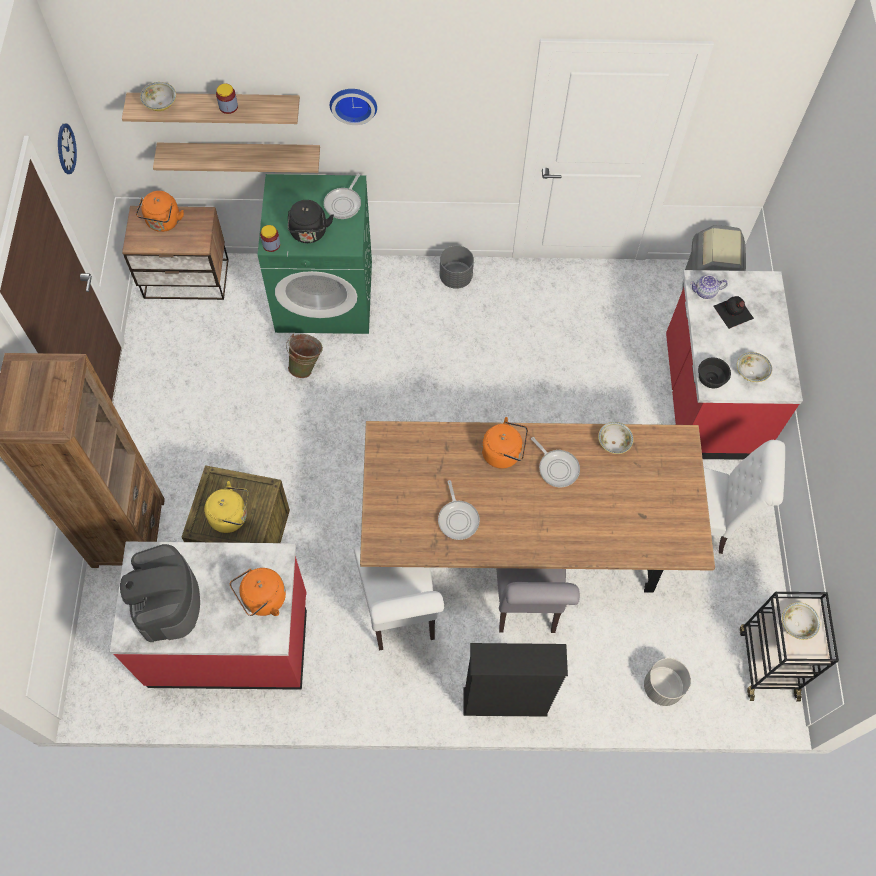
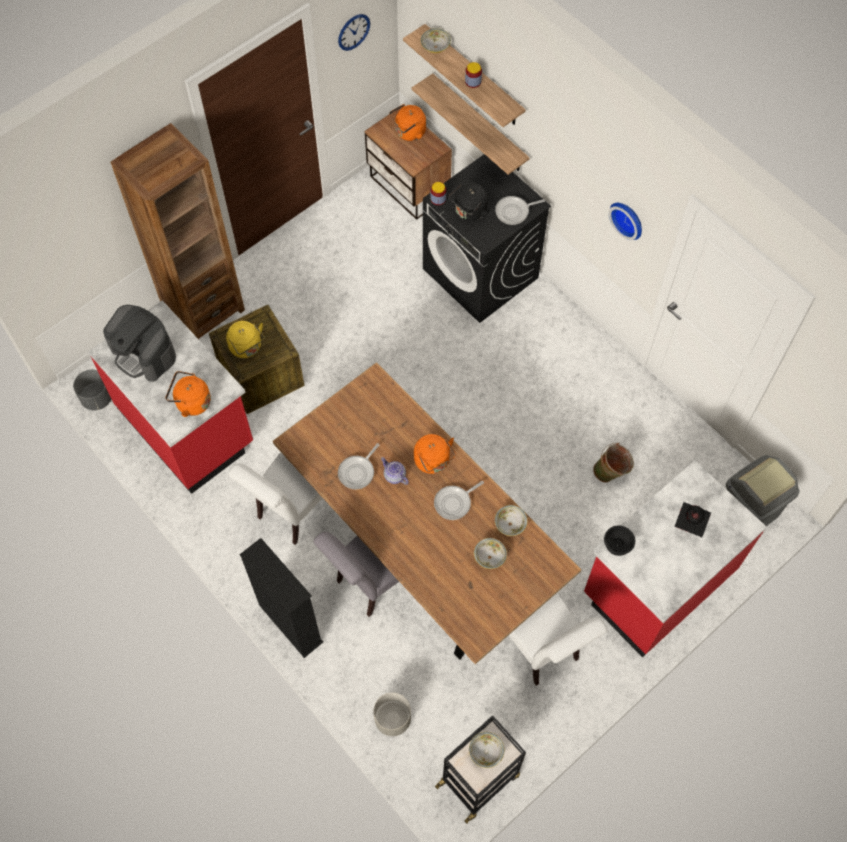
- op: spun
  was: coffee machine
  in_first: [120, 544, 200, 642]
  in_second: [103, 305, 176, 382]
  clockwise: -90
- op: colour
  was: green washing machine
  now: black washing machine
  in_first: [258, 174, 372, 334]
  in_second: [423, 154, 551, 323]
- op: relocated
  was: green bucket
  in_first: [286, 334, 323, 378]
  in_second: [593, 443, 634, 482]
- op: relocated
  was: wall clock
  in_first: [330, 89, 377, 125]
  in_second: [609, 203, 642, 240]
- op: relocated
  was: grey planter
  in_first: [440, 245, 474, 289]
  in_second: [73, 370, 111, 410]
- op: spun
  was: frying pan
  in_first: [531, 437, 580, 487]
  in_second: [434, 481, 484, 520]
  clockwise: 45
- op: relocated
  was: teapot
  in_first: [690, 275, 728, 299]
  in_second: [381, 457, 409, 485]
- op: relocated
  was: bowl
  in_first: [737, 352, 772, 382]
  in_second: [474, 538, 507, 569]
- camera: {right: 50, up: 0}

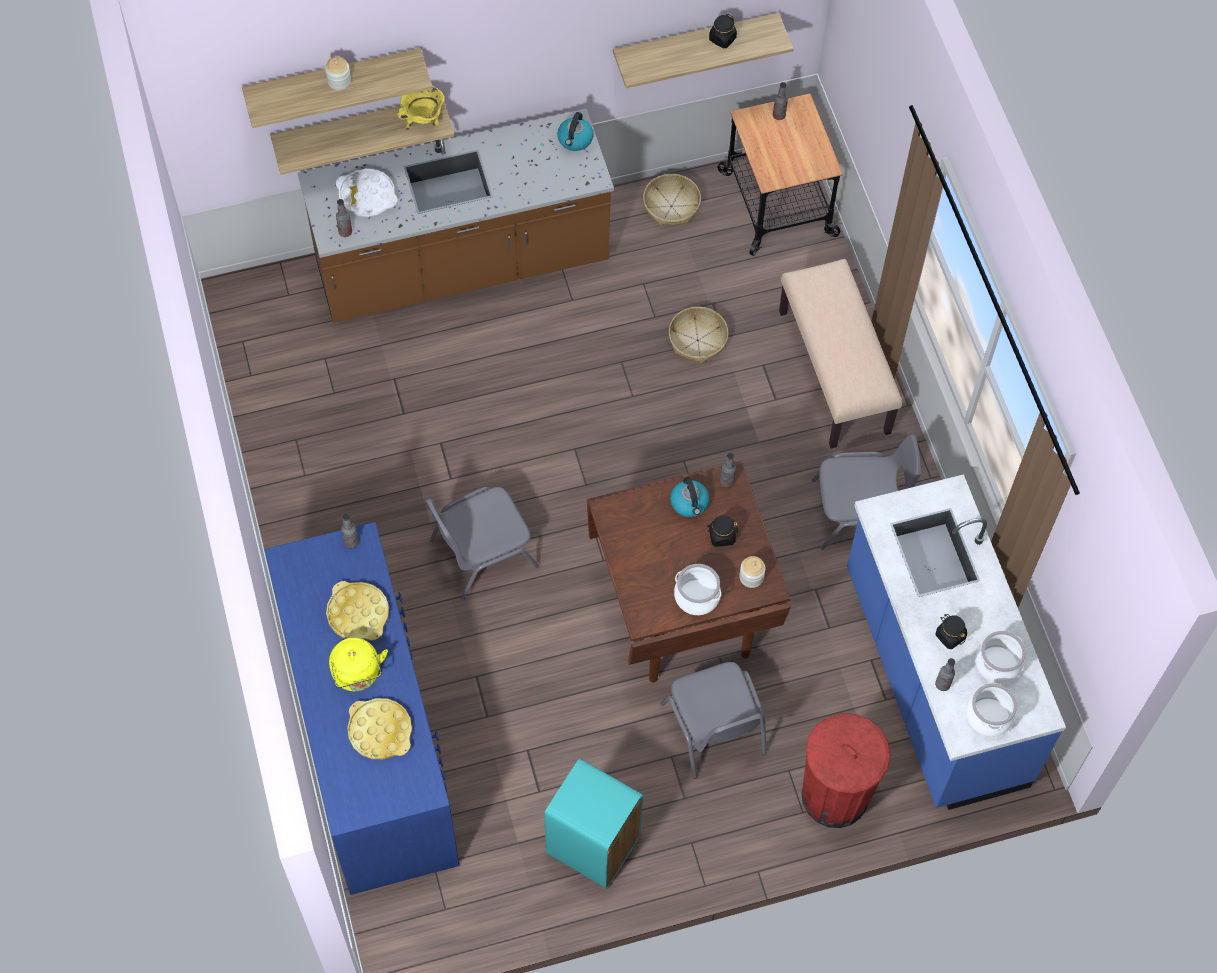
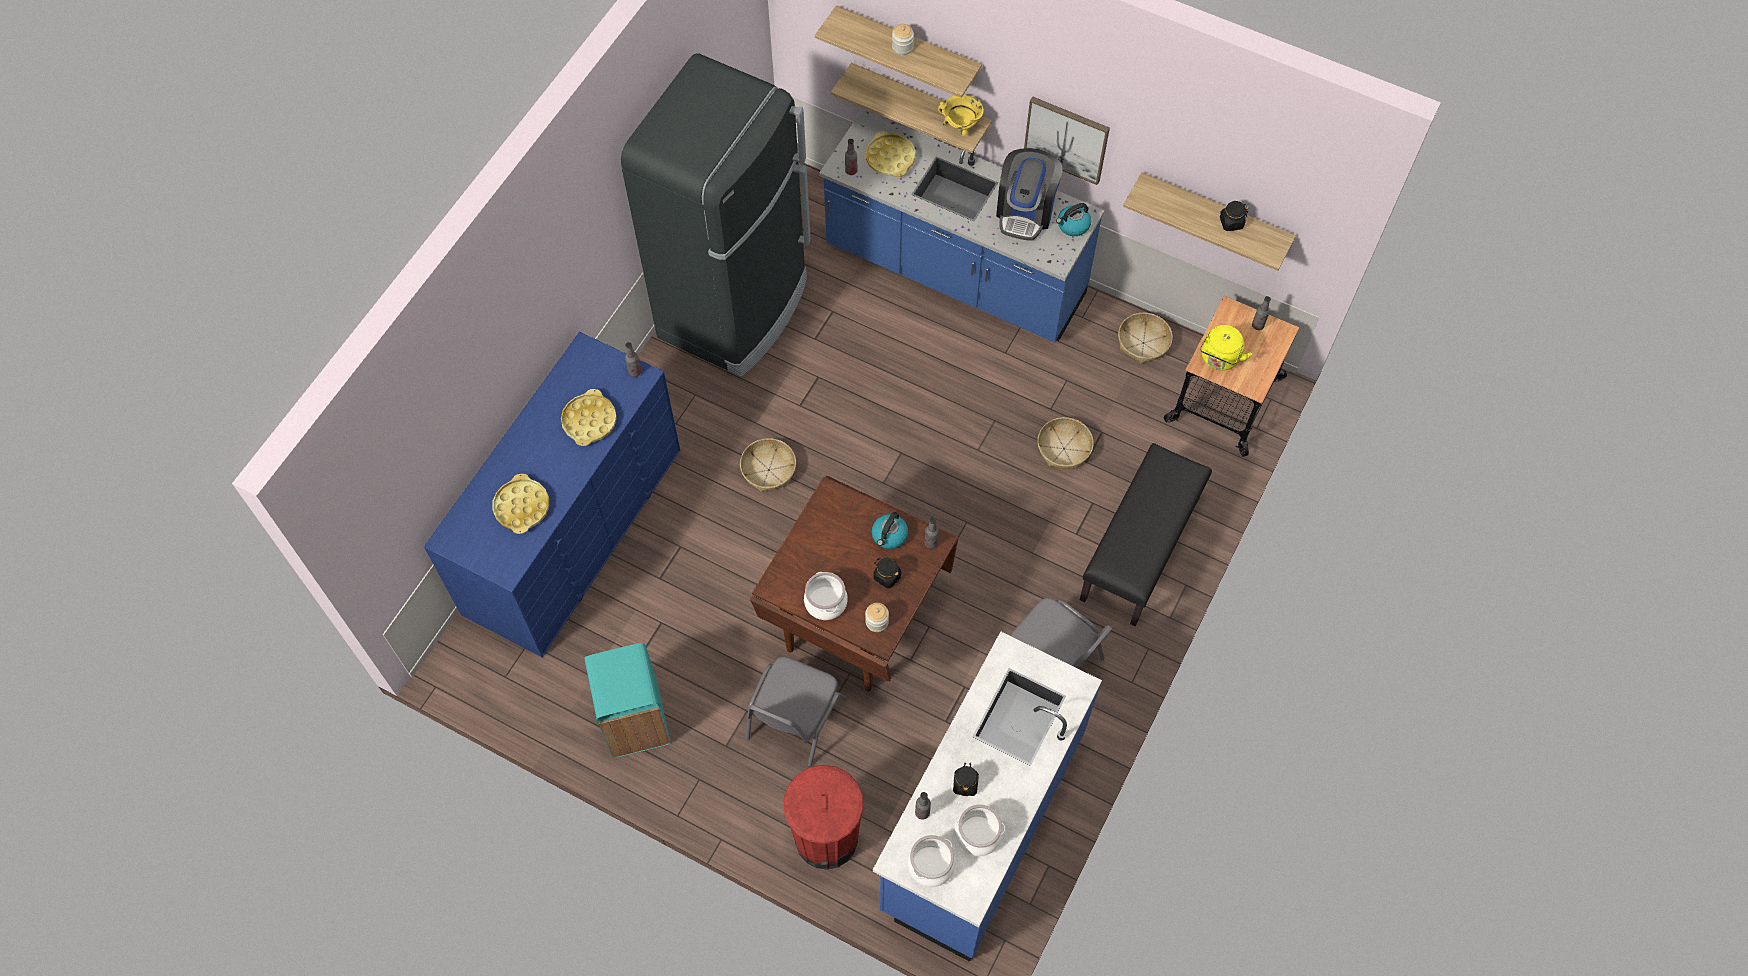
- op: colour
  was: brown counter
  now: blue counter
  in_first: [298, 108, 614, 323]
  in_second: [819, 109, 1105, 342]
- op: relocated
  was: yellow kettle
  in_first: [329, 638, 388, 691]
  in_second: [1200, 325, 1252, 371]
- op: colour
  was: white tray
  now: yellow tray
  in_first: [336, 169, 398, 217]
  in_second: [866, 131, 916, 177]
- op: exchanged
  was: grey chair
  now: basket
  in_first: [426, 487, 539, 599]
  in_second: [740, 438, 796, 492]
- op: colour
  was: beige bench
  now: black bench
  in_first: [779, 259, 902, 448]
  in_second: [1080, 443, 1212, 626]
- op: appeared
  now: black fridge
  in_second: [621, 53, 811, 377]
- op: appeared
  now: coffee machine
  in_second: [996, 148, 1063, 240]
- op: appeared
  now: picture
  in_second: [1024, 96, 1110, 185]
- camera: {right: 45, up: 0}

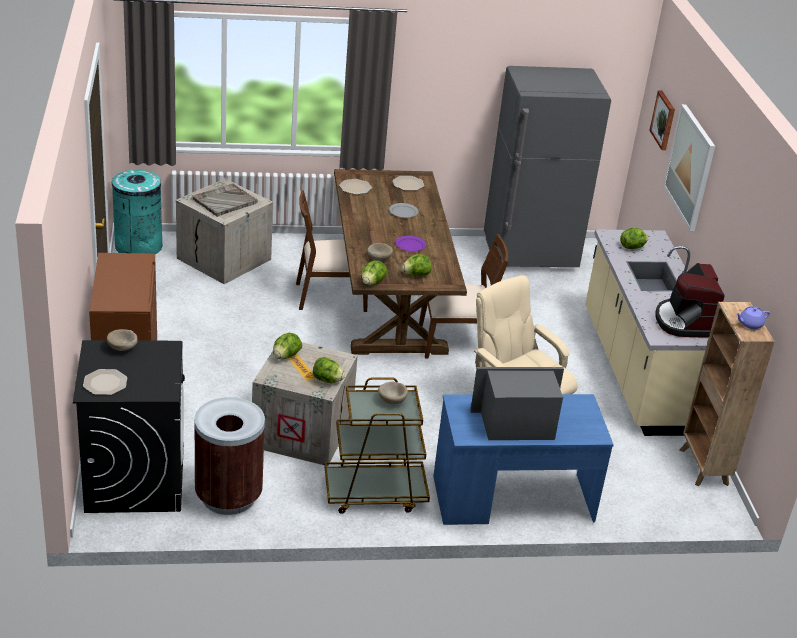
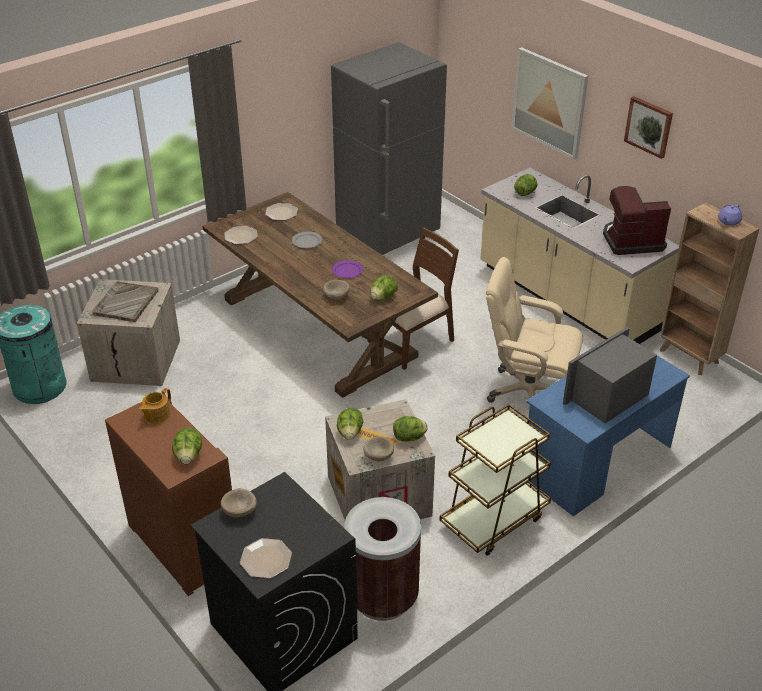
- op: missing
  was: brown chair
  in_first: [296, 190, 368, 312]
- op: relocated
  was: lettuce
  in_first: [361, 260, 387, 285]
  in_second: [172, 427, 202, 464]
- op: relocated
  was: beige bowl
  in_first: [378, 382, 408, 404]
  in_second: [363, 436, 394, 462]
- op: relocated
  was: picture
  in_first: [649, 90, 675, 150]
  in_second: [624, 96, 673, 159]
- op: spun
  was: coffee machine
  in_first: [656, 263, 725, 338]
  in_second: [603, 186, 671, 255]
  clockwise: 120
- op: appeared
  now: teapot
  in_second: [138, 388, 171, 423]
- camera: {right: -30, up: 5}

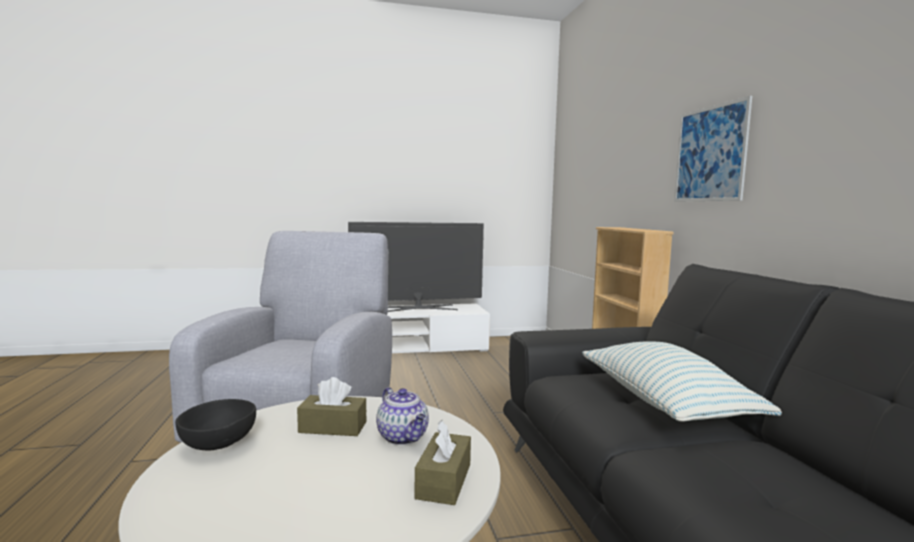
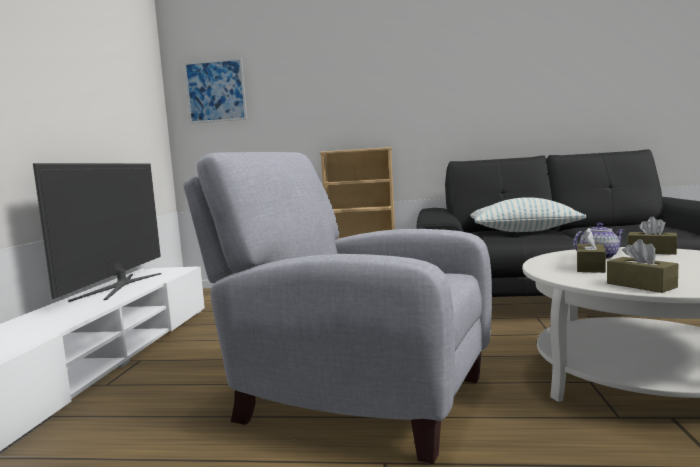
- op: exchanged
  was: black bowl
  now: brown tissue box
  in_first: [175, 399, 256, 451]
  in_second: [607, 239, 678, 293]
- op: relocated
  was: picture
  in_first: [674, 96, 752, 202]
  in_second: [184, 58, 247, 124]
- camera: {right: -70, up: 0}

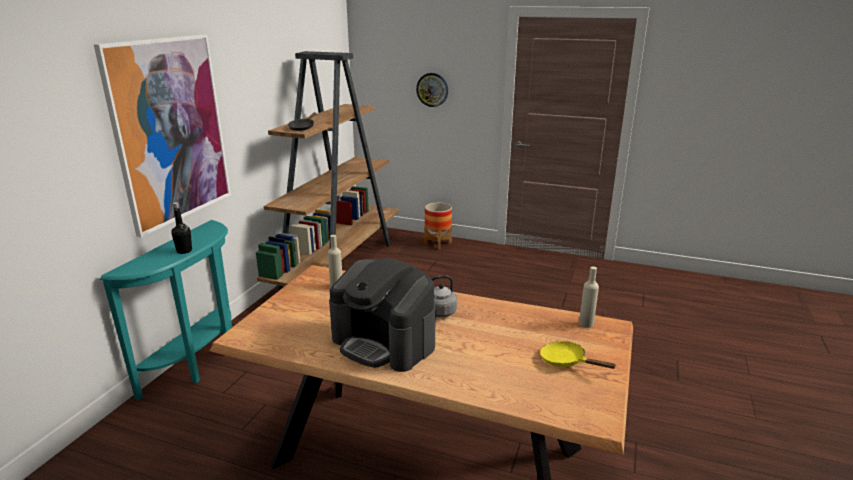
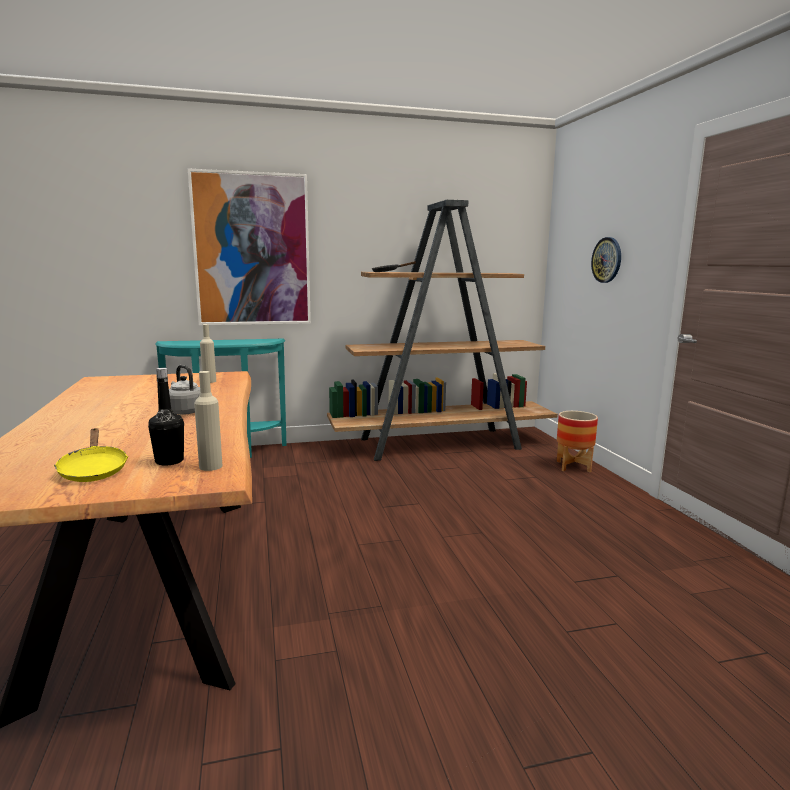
- op: relocated
  was: black bottle
  in_first: [171, 202, 192, 254]
  in_second: [148, 368, 184, 466]
- op: missing
  was: coffee machine
  in_first: [329, 258, 436, 372]
- op: spun
  was: yellow frying pan
  in_first: [540, 341, 616, 369]
  in_second: [54, 428, 128, 482]
  clockwise: 150
- camera: {right: 55, up: -10}

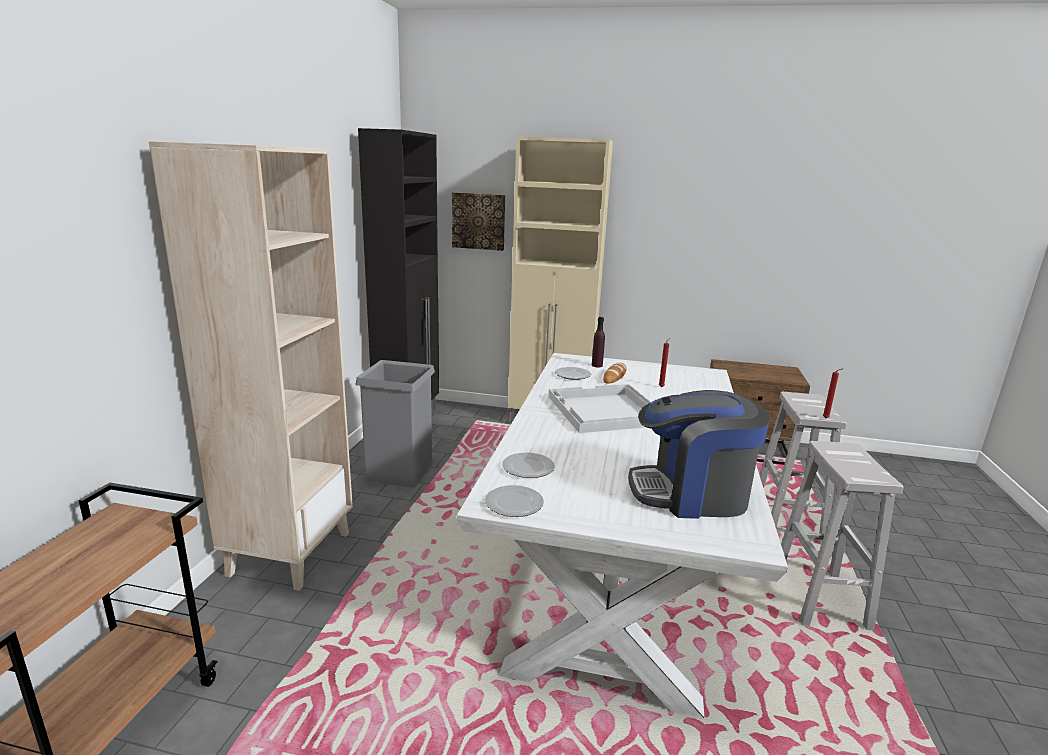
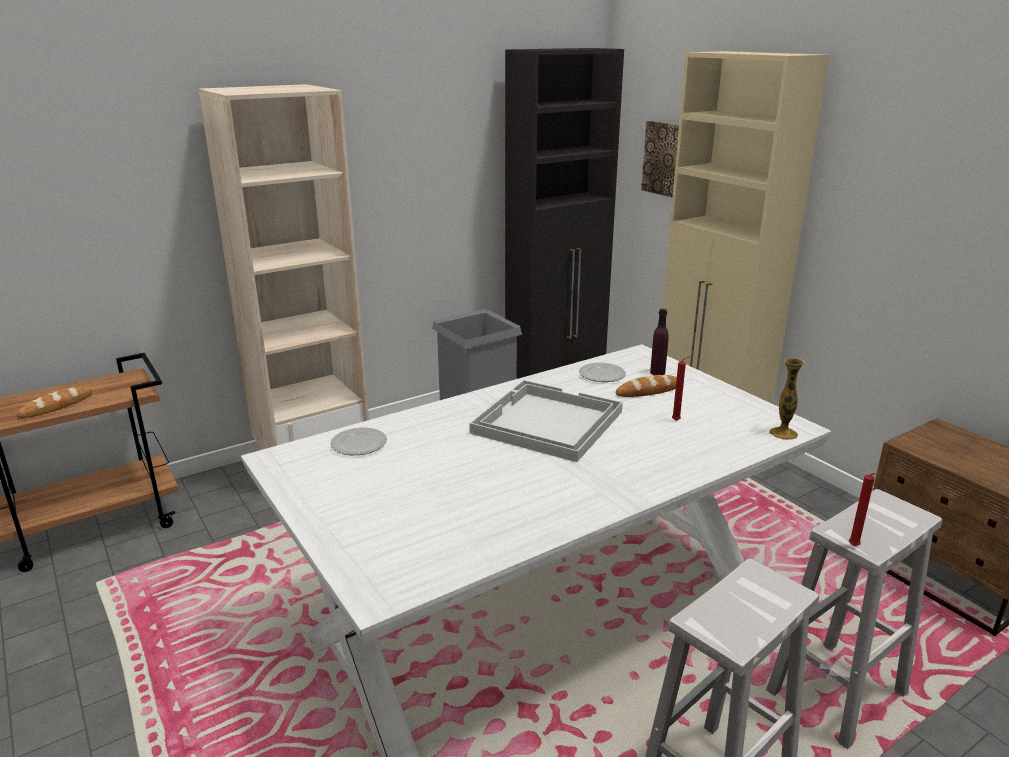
- op: missing
  was: plate
  in_first: [485, 485, 544, 517]
- op: missing
  was: coffee machine
  in_first: [628, 390, 769, 519]
- op: appeared
  now: bread
  in_second: [16, 387, 92, 419]
- op: appeared
  now: vase
  in_second: [769, 358, 805, 440]
- camera: {right: 45, up: 5}

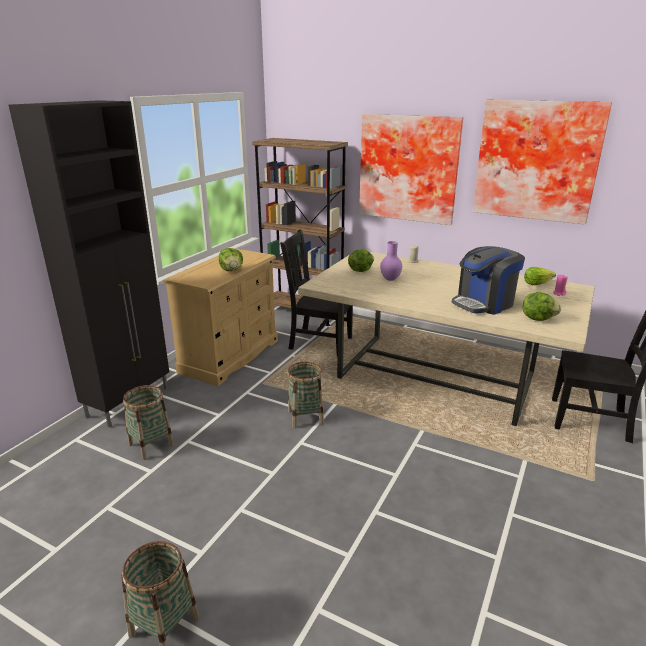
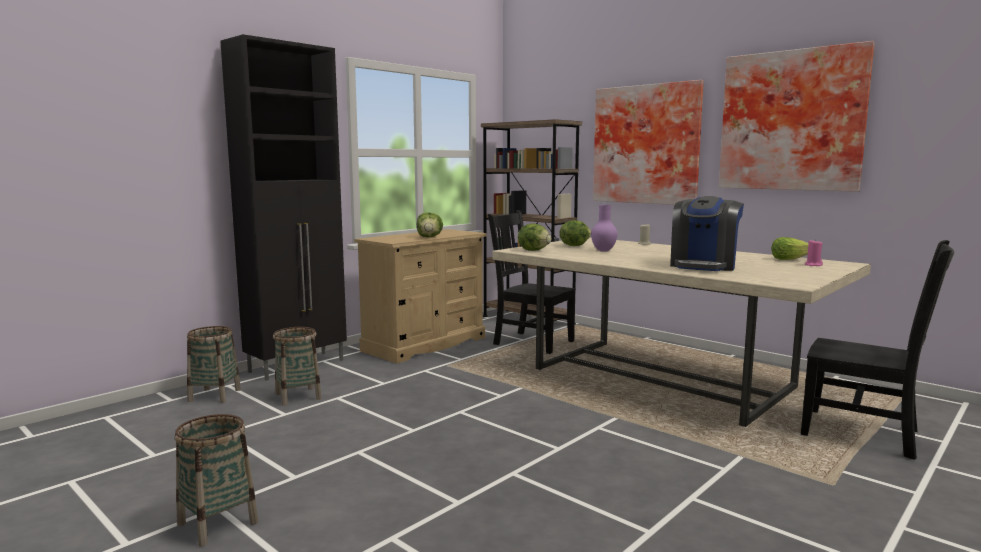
- op: relocated
  was: basket
  in_first: [287, 362, 324, 428]
  in_second: [187, 326, 241, 403]
- op: spun
  was: coffee machine
  in_first: [452, 246, 525, 315]
  in_second: [670, 196, 744, 271]
  clockwise: -45
- op: relocated
  was: lettuce
  in_first: [523, 292, 561, 321]
  in_second: [518, 223, 552, 251]
- camera: {right: 15, up: -15}

